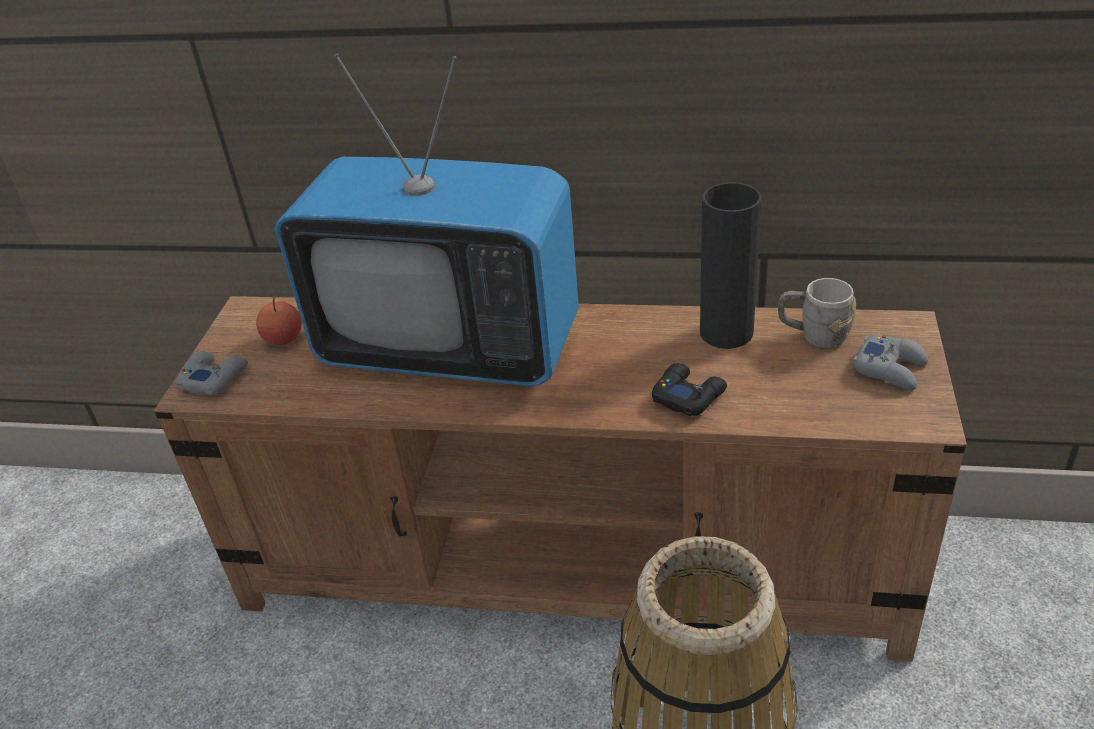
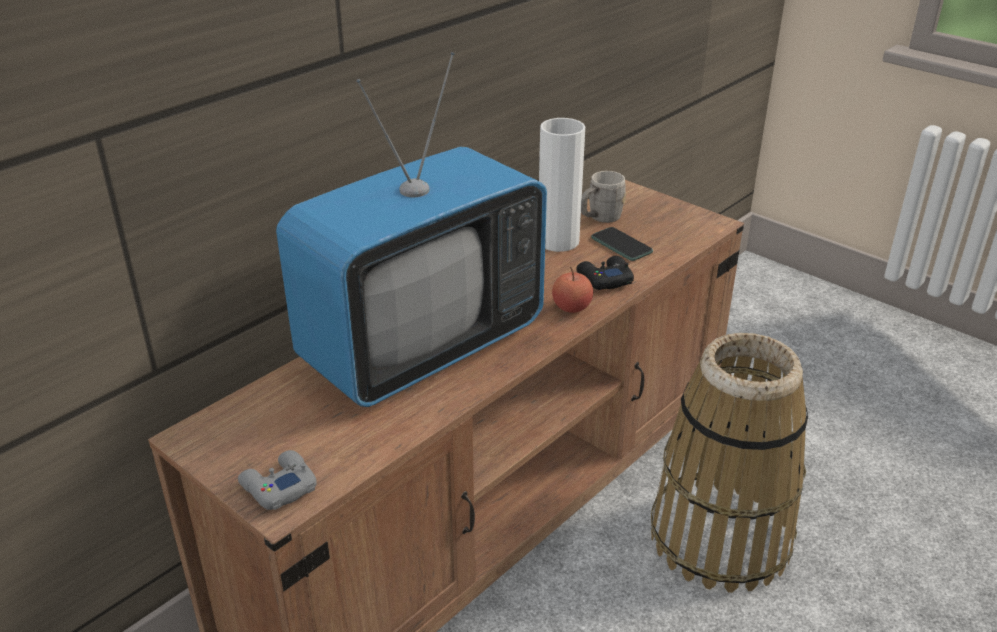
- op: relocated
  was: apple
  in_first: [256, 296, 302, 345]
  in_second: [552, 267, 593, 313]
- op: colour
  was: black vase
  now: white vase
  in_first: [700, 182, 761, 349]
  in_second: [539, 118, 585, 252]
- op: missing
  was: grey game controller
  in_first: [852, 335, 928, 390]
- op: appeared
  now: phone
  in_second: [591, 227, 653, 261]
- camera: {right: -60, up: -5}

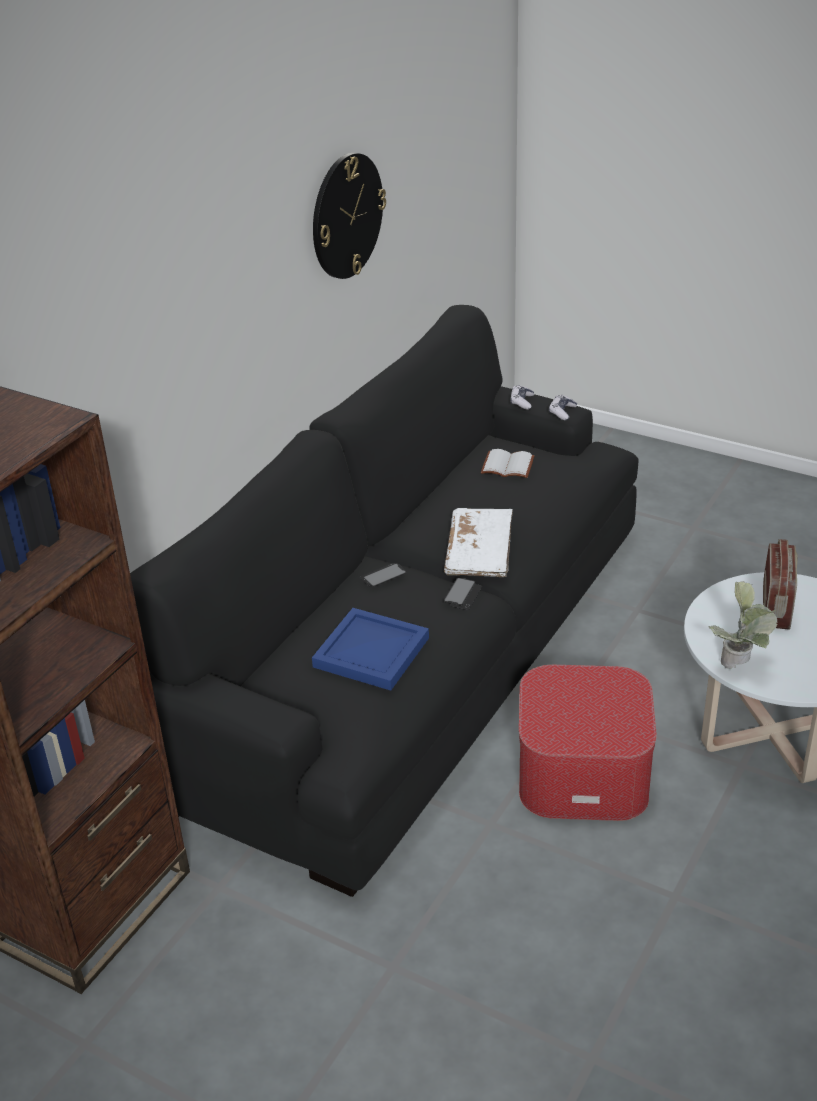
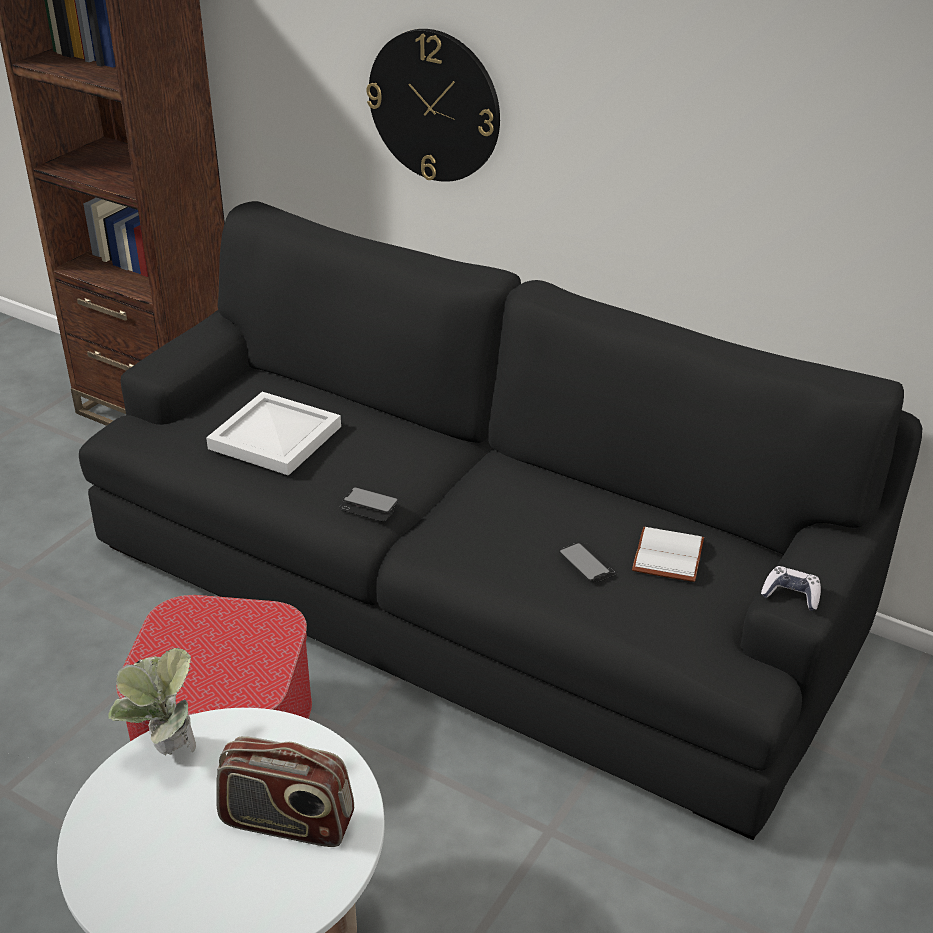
- op: colour
  was: blue tray
  now: white tray
  in_first: [312, 608, 429, 691]
  in_second: [206, 392, 341, 476]
- op: relocated
  was: wall clock
  in_first: [313, 153, 386, 279]
  in_second: [366, 29, 500, 182]
- op: relocated
  was: phone
  in_first: [360, 563, 407, 587]
  in_second: [559, 543, 618, 582]
- op: missing
  was: white book
  in_first: [444, 508, 513, 577]
- op: missing
  was: game controller
  in_first: [510, 385, 534, 410]
- camera: {right: 90, up: 0}

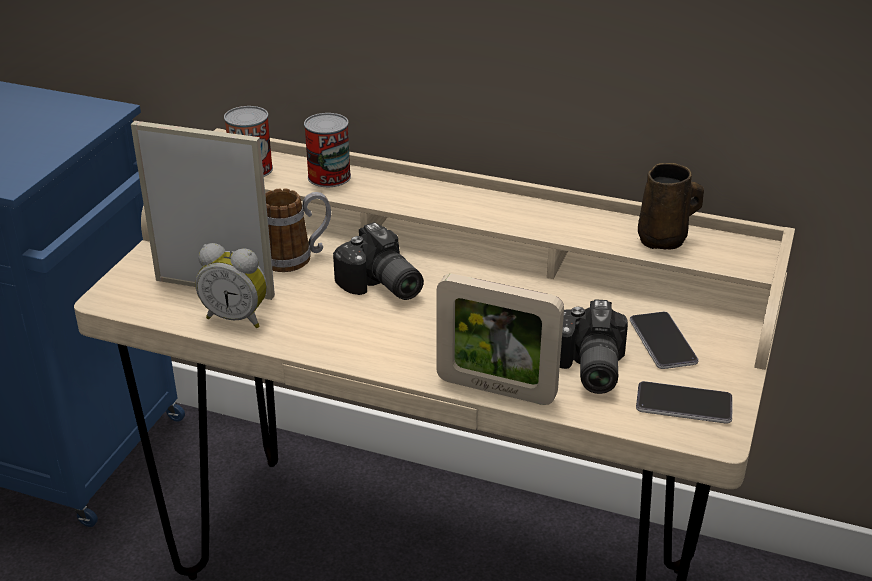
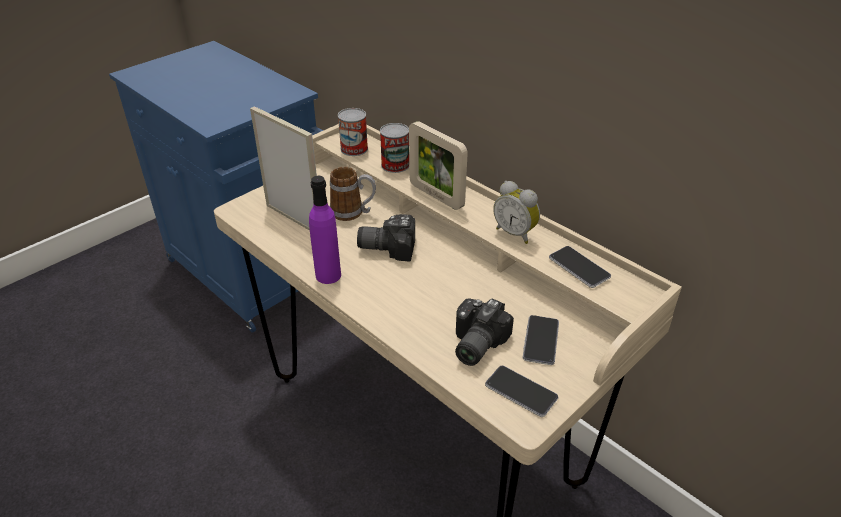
- op: relocated
  was: alarm clock
  in_first: [195, 243, 267, 328]
  in_second: [493, 181, 540, 244]
- op: spun
  was: photo camera
  in_first: [333, 222, 424, 300]
  in_second: [357, 214, 415, 262]
  clockwise: 105
- op: relocated
  was: picture frame
  in_first: [437, 274, 564, 405]
  in_second: [409, 121, 468, 210]
- op: exchanged
  was: brown mug
  now: phone
  in_first: [638, 163, 704, 250]
  in_second: [549, 246, 611, 288]
- op: appeared
  now: purple bottle
  in_second: [309, 176, 341, 284]
- camera: {right: 25, up: 5}

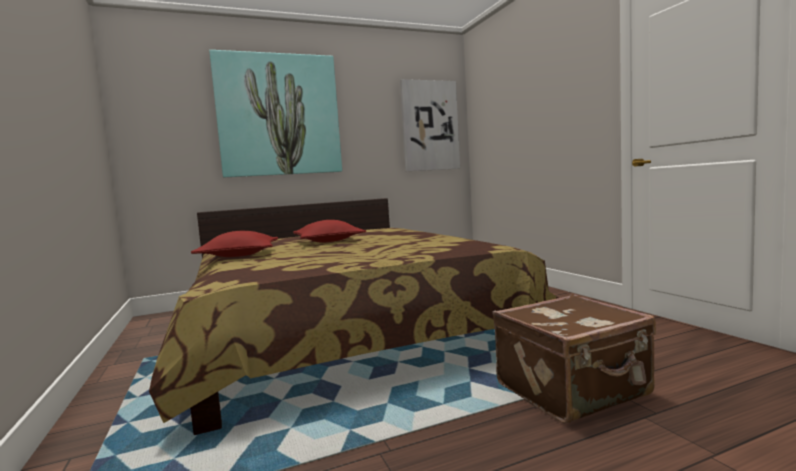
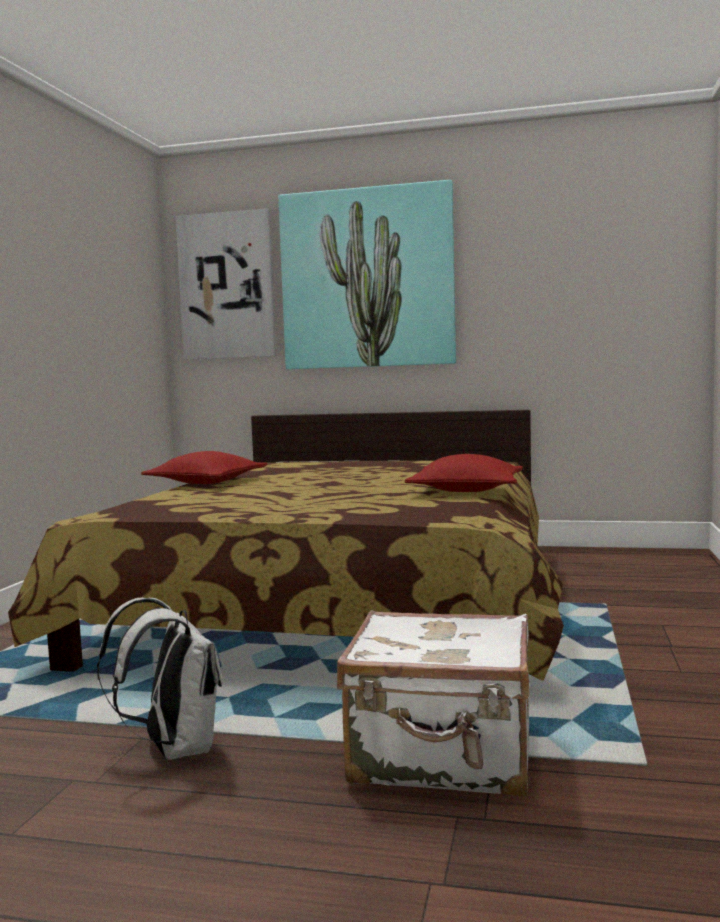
- op: relocated
  was: red pillow
  in_first: [293, 220, 366, 243]
  in_second: [405, 454, 523, 492]
- op: relocated
  was: picture
  in_first: [400, 79, 460, 171]
  in_second: [176, 208, 276, 360]
- op: colour
  was: brown suitcase
  now: white suitcase
  in_first: [493, 294, 656, 423]
  in_second: [337, 610, 529, 796]
- op: appeared
  now: white backpack
  in_second: [97, 598, 223, 760]
- camera: {right: 35, up: 0}

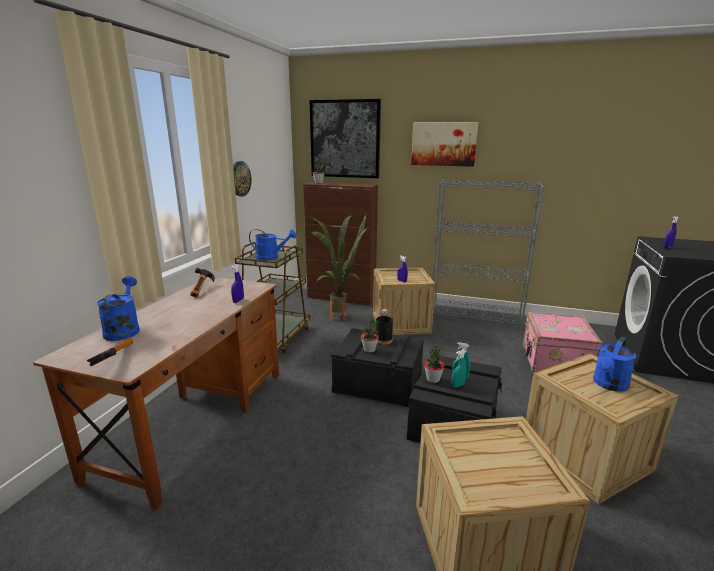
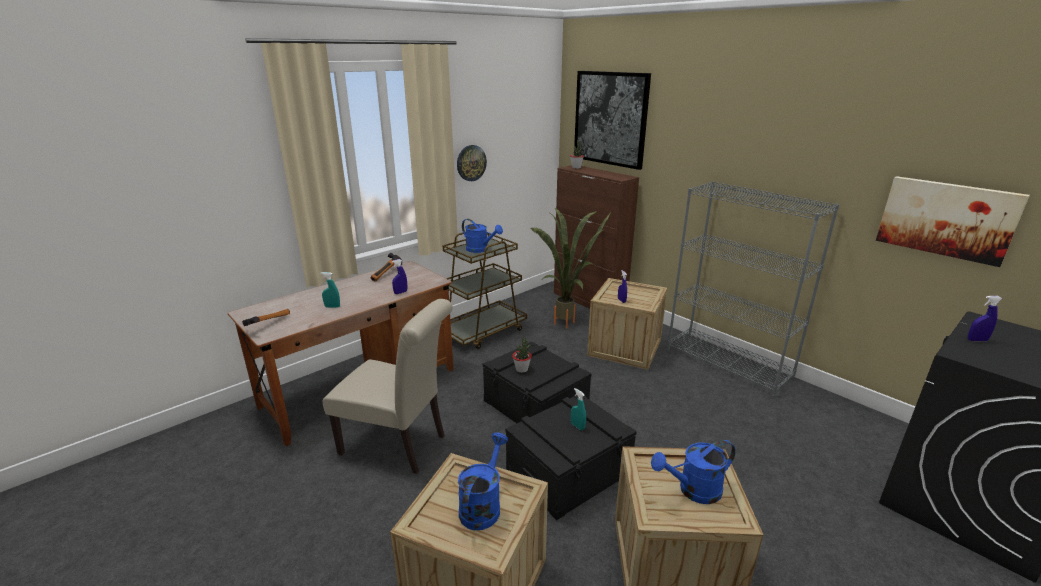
- op: relocated
  was: blue watering can
  in_first: [97, 276, 140, 341]
  in_second: [458, 433, 508, 530]
- op: missing
  was: black bottle
  in_first: [376, 309, 393, 345]
- op: relocated
  was: picture
  in_first: [411, 122, 478, 167]
  in_second: [876, 176, 1030, 267]
- op: missing
  was: potted plant
  in_first: [424, 345, 445, 383]
- op: relocated
  was: turquoise spray bottle
  in_first: [452, 350, 466, 388]
  in_second: [320, 272, 340, 308]
- op: missing
  was: pink suitcase
  in_first: [523, 312, 603, 374]
- op: appeared
  now: beige chair
  in_second: [323, 299, 453, 474]
- camera: {right: 30, up: 5}

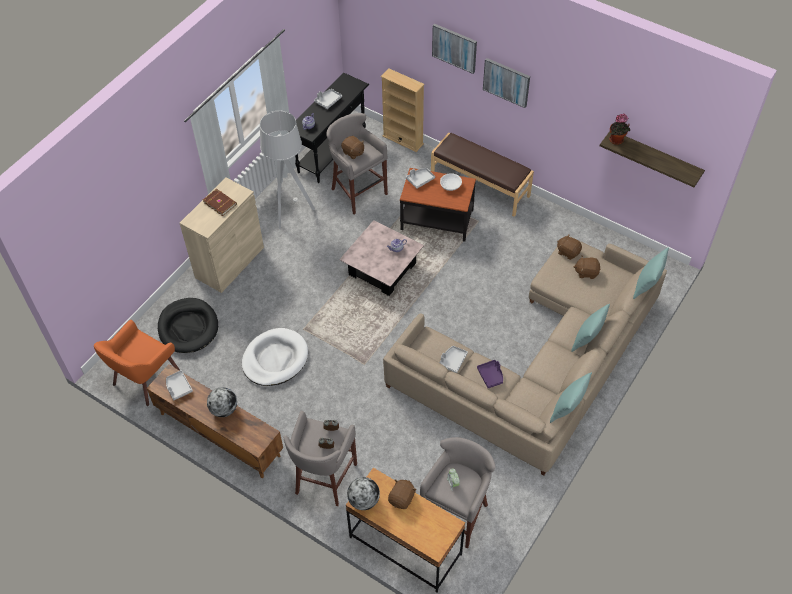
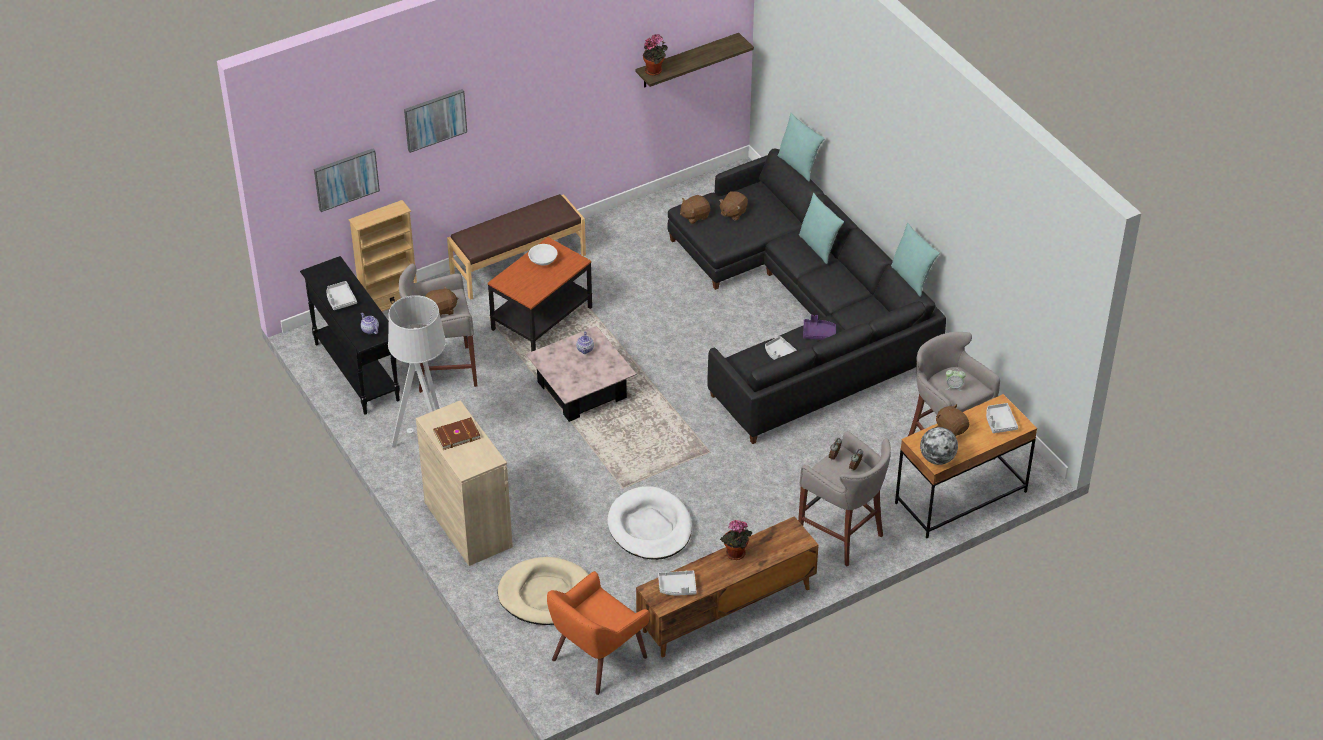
- op: spun
  was: orange armchair
  in_first: [94, 320, 180, 406]
  in_second: [547, 571, 650, 695]
  clockwise: 75
- op: colour
  was: black dog bed
  now: beige dog bed
  in_first: [158, 298, 218, 353]
  in_second: [498, 557, 589, 625]
- op: exchanged
  was: globe
  now: potted plant
  in_first: [207, 387, 237, 417]
  in_second: [720, 520, 752, 560]
- op: colour
  was: beige sofa
  now: black sofa
  in_first: [383, 236, 667, 476]
  in_second: [667, 149, 946, 444]
- op: relocated
  was: grey tray
  in_first: [406, 168, 435, 189]
  in_second: [986, 403, 1018, 433]
- op: relocated
  was: picture
  in_first: [483, 58, 530, 108]
  in_second: [314, 148, 380, 212]
- camera: {right: -65, up: -10}

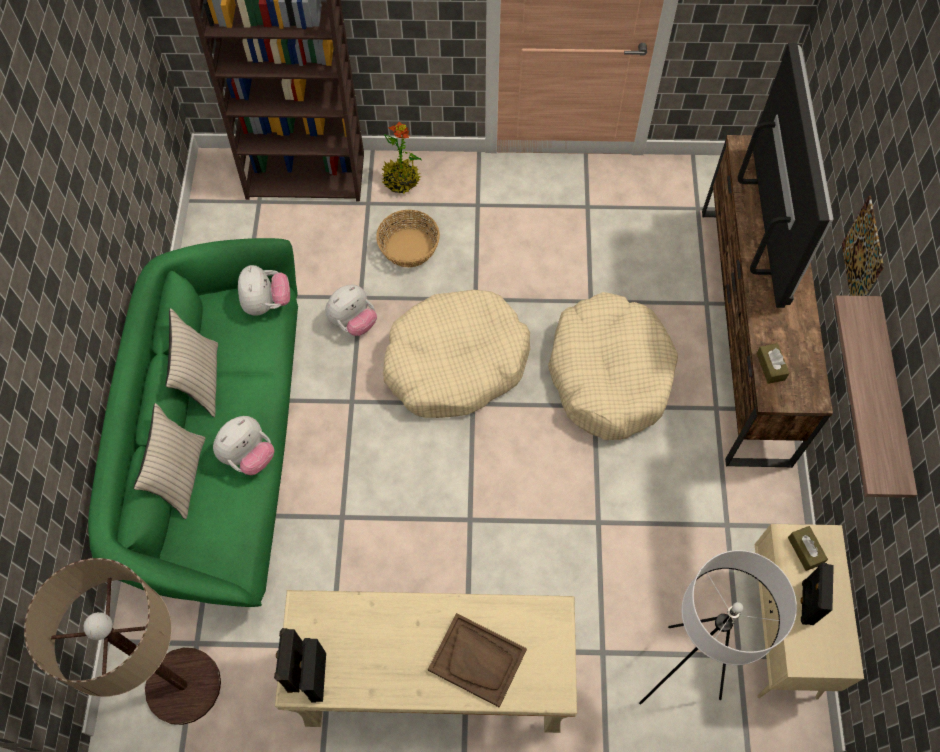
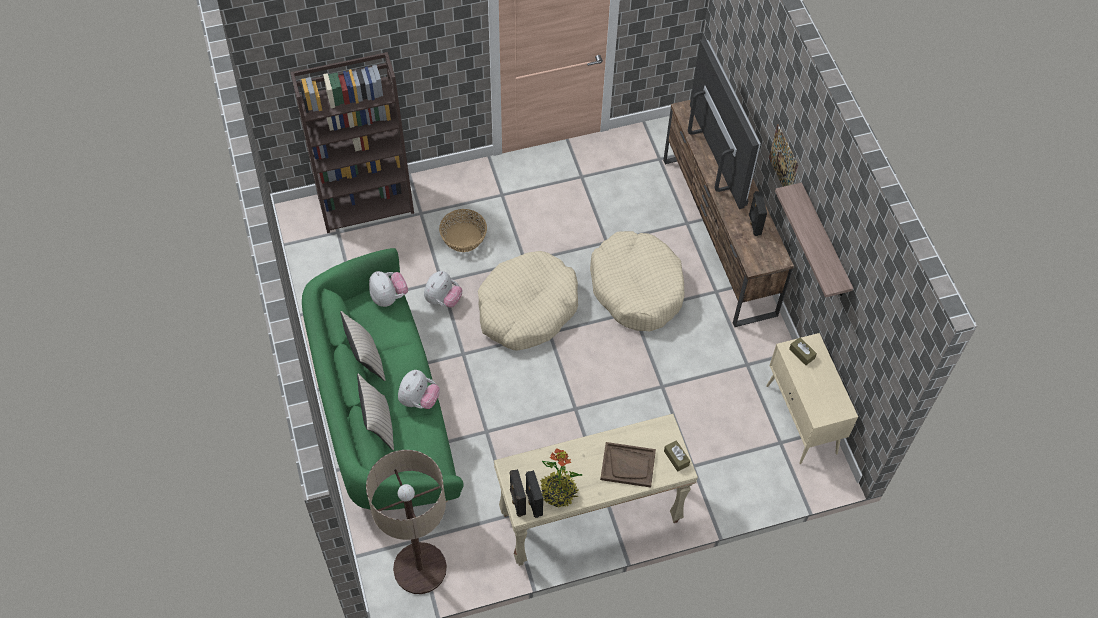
- op: relocated
  was: potted plant
  in_first: [381, 122, 421, 194]
  in_second: [540, 448, 583, 508]
- op: missing
  was: white floor lamp
  in_first: [639, 550, 797, 704]
- op: relocated
  was: brown tissue box
  in_first: [757, 343, 789, 384]
  in_second: [664, 440, 690, 472]
- op: relocated
  was: black speaker
  in_first: [801, 562, 834, 625]
  in_second: [749, 191, 767, 236]
- camera: {right: -20, up: -5}

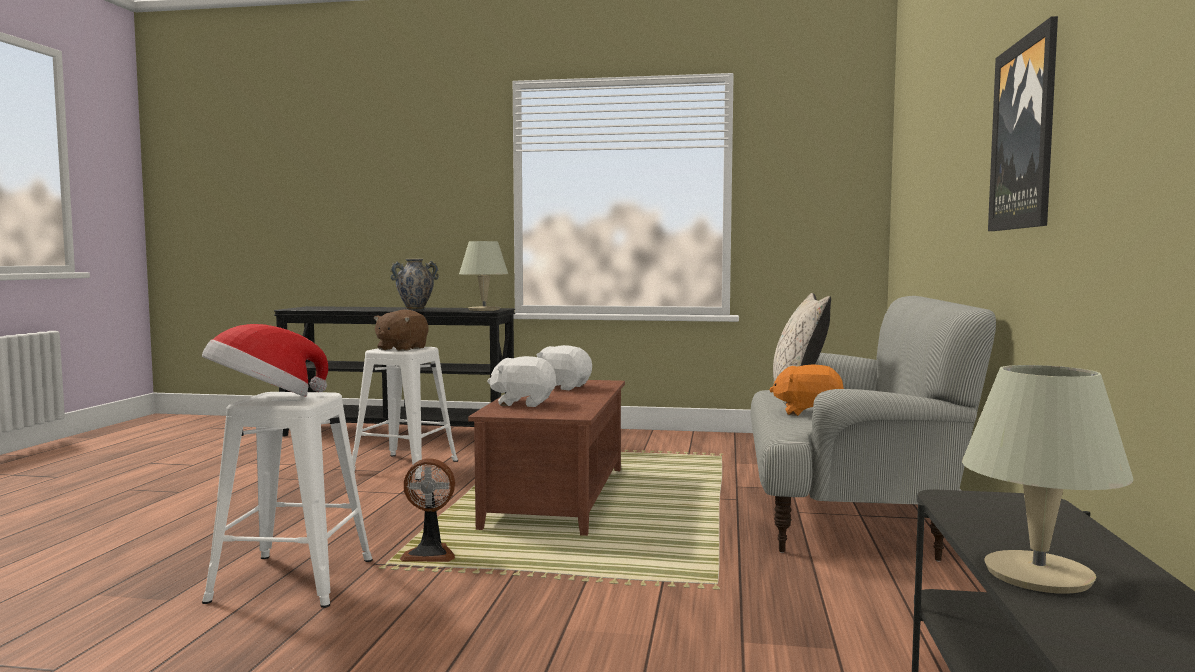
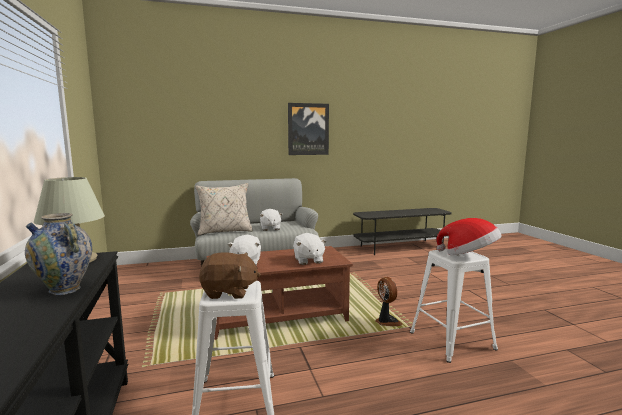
- op: colour
  was: orange plush toy
  now: white plush toy
  in_first: [769, 364, 844, 416]
  in_second: [260, 209, 282, 231]
- op: missing
  was: beige table lamp
  in_first: [962, 365, 1134, 594]
- camera: {right: -115, up: 5}

